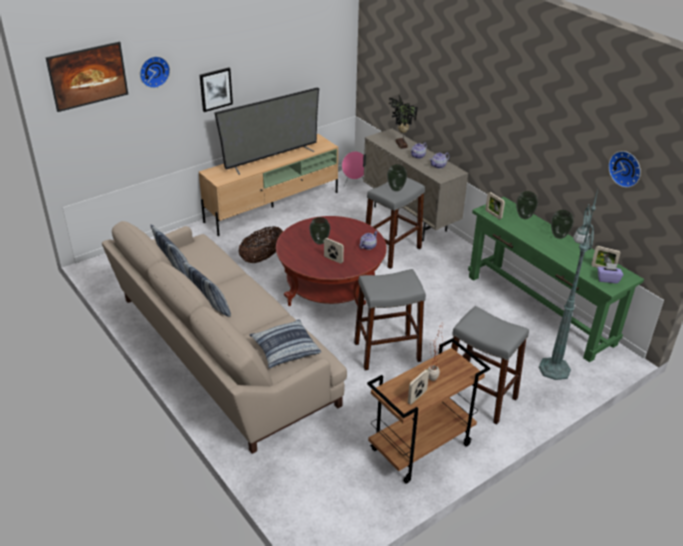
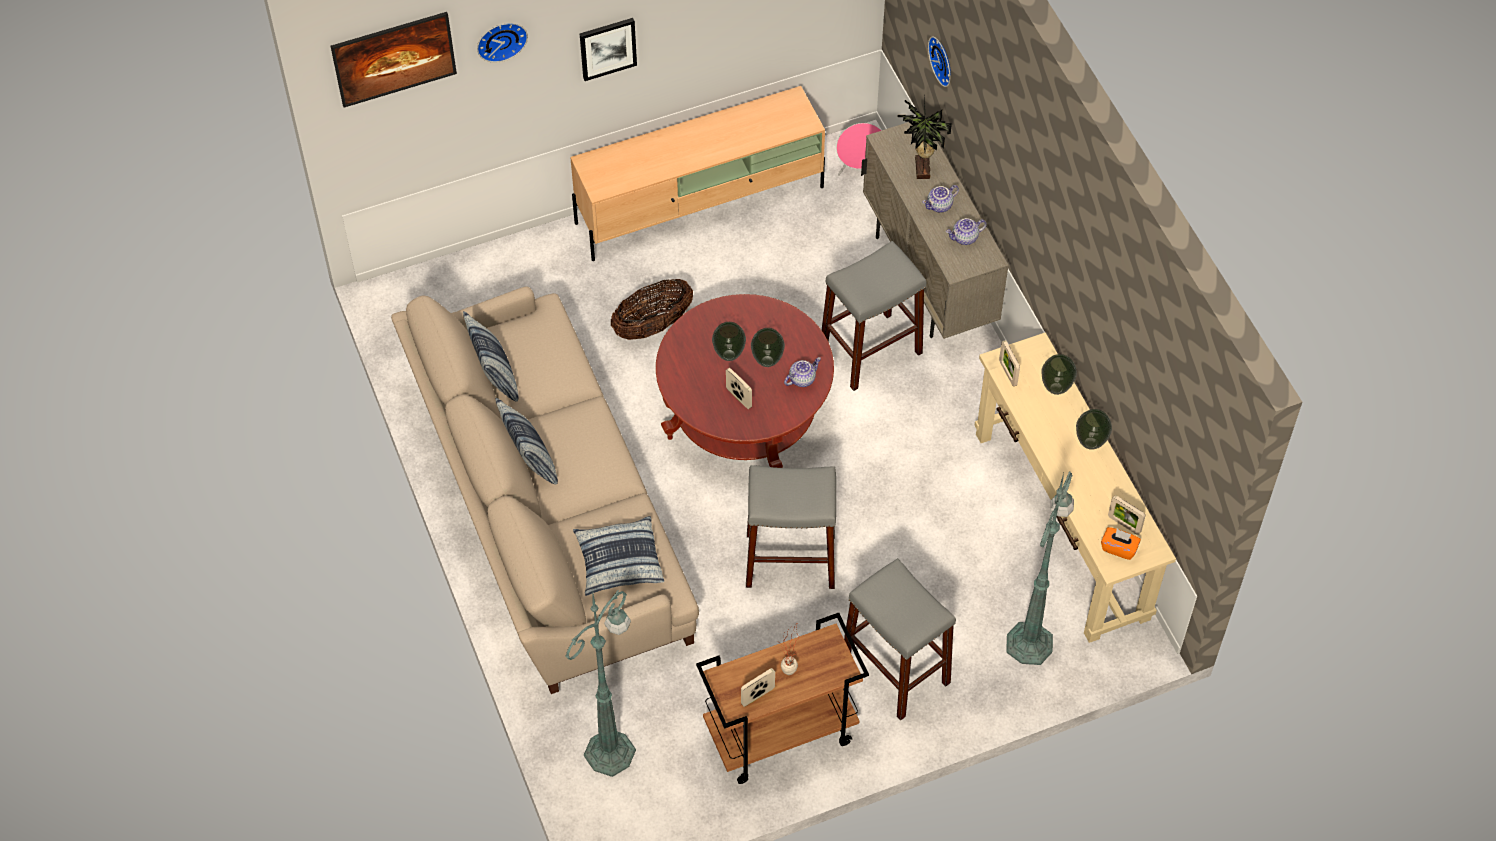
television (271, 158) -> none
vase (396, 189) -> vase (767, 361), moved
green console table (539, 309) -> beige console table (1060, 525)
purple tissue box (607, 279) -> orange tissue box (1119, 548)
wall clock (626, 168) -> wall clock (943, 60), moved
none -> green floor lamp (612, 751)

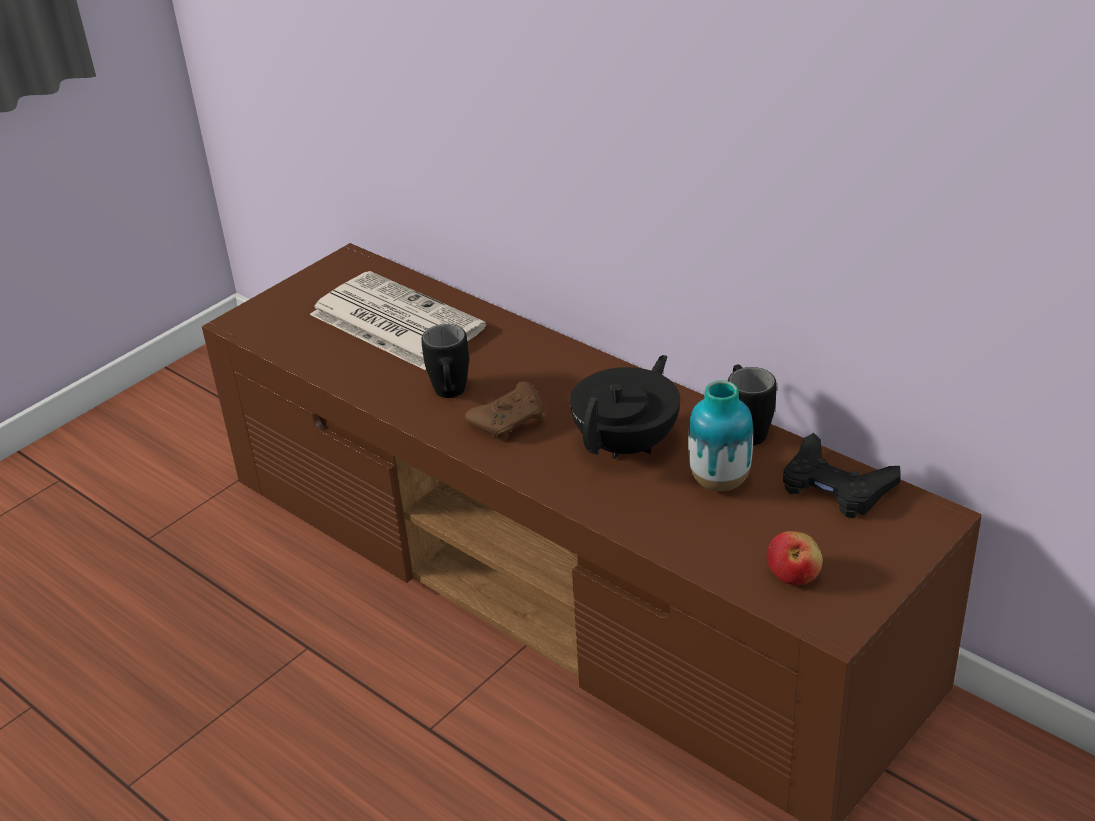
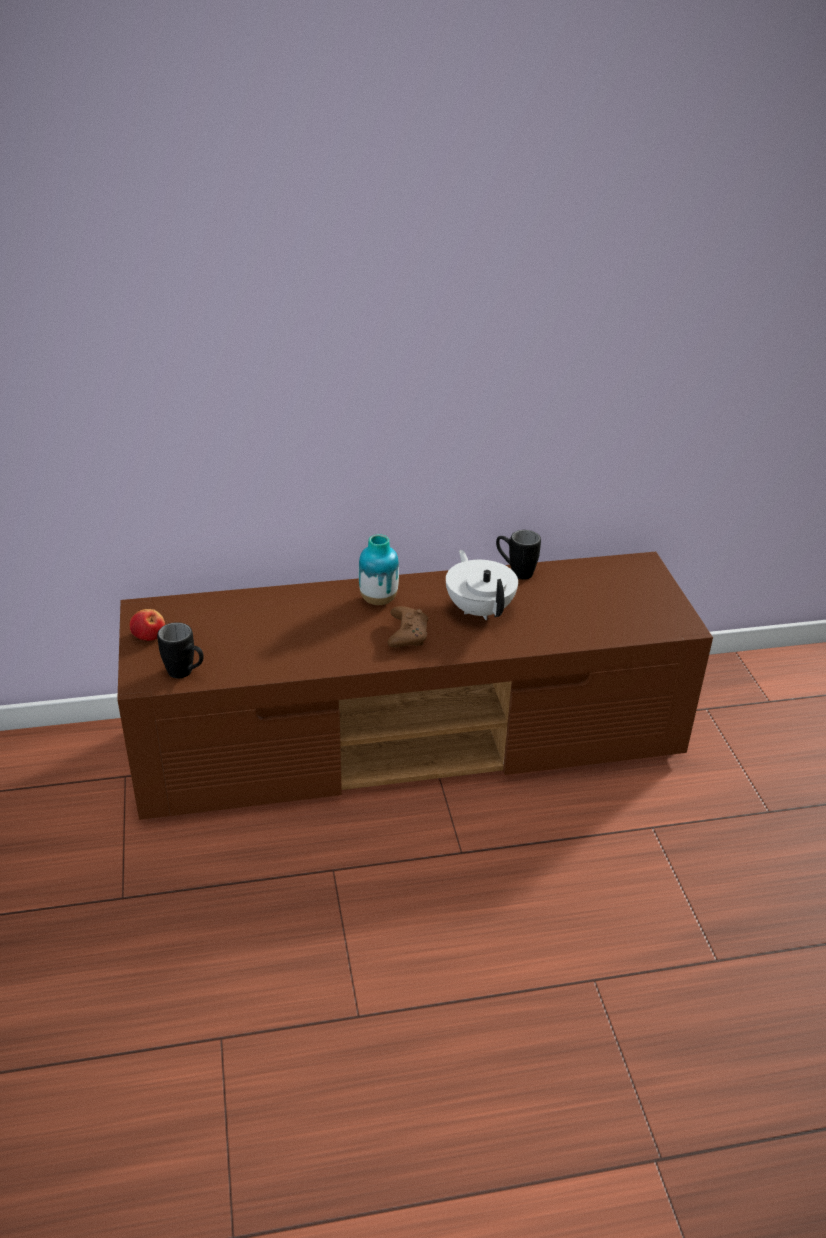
newspaper (394, 321) -> none
black mug (450, 395) -> black mug (186, 674), moved
black teapot (628, 443) -> white teapot (480, 609)
vase (719, 481) -> vase (378, 600), moved
apple (793, 573) -> apple (149, 635), moved
black game controller (835, 486) -> none

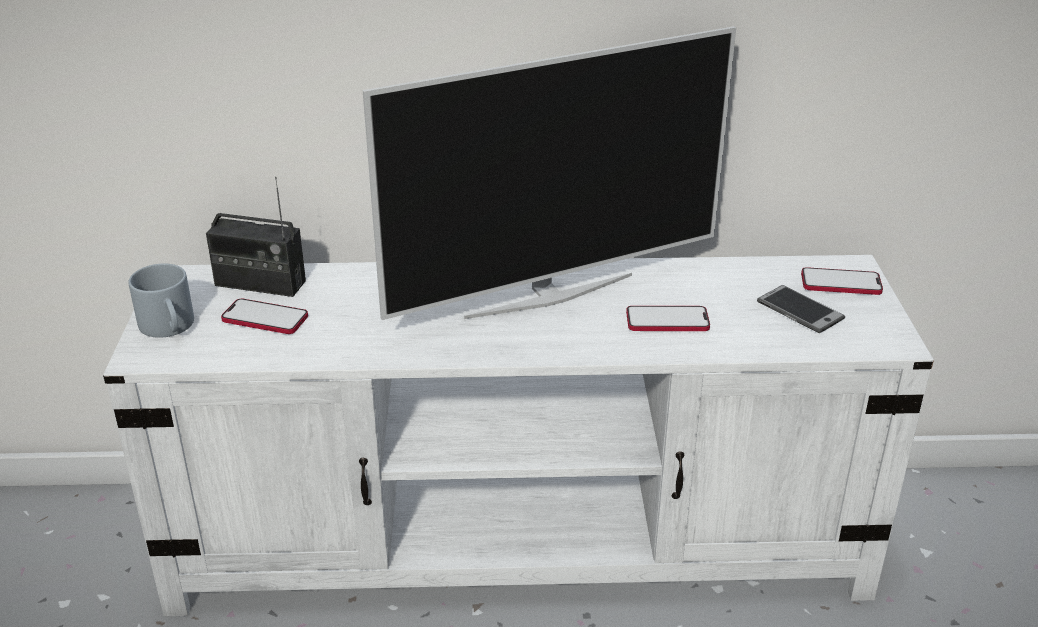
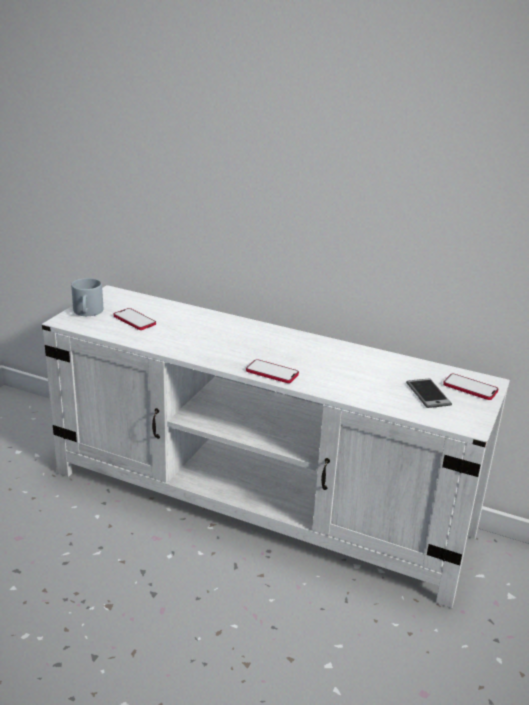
radio (260, 283) -> none
television (549, 295) -> none
phone (667, 321) -> phone (272, 373), moved

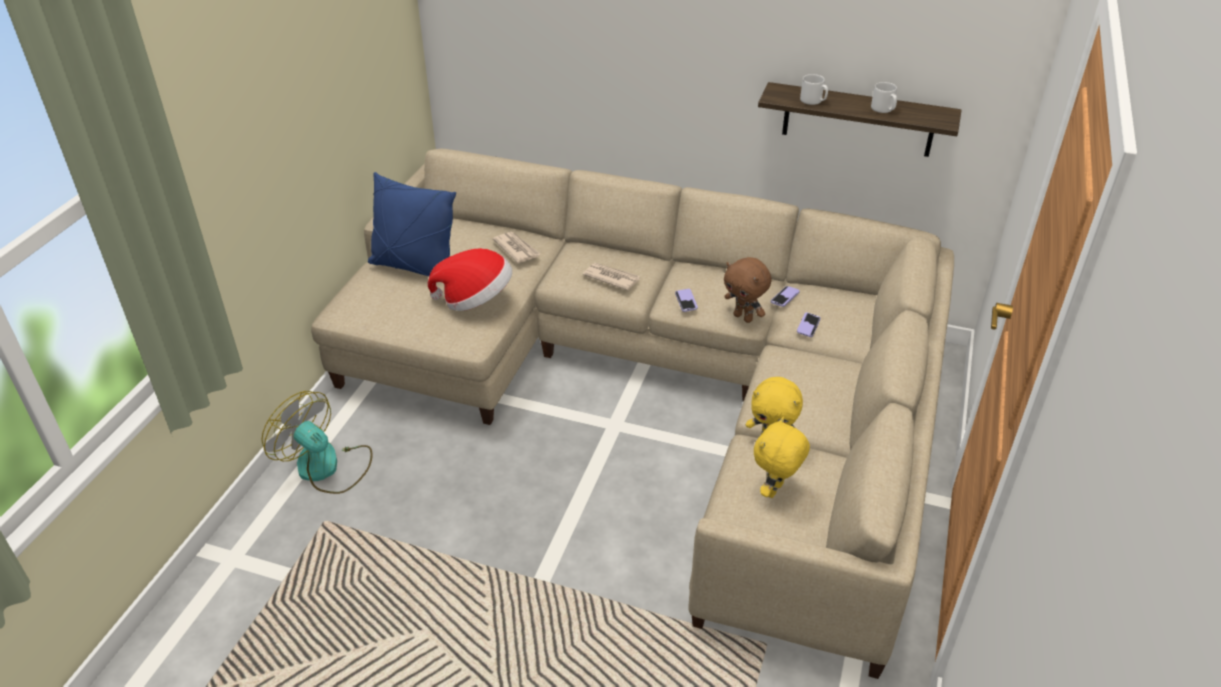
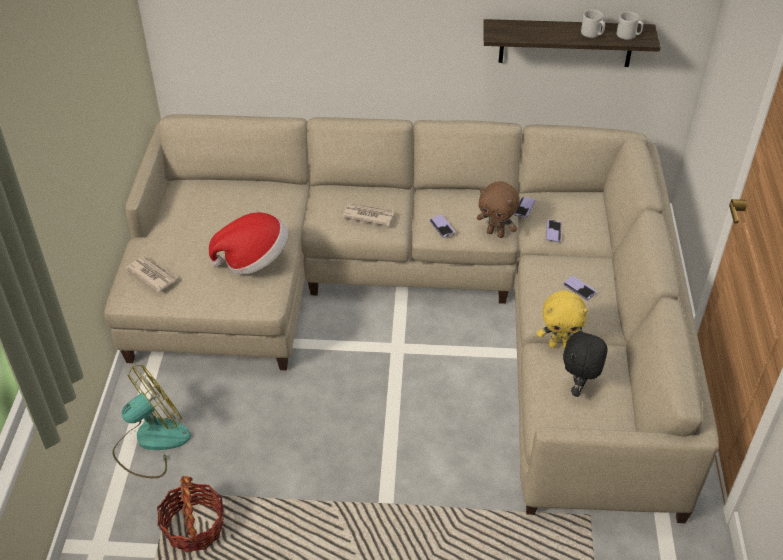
fan (326, 467) -> fan (151, 442), 120 degrees clockwise
blue pillow (414, 267) -> none
newspaper (516, 249) -> newspaper (152, 275), moved
yellow plush toy (775, 491) -> black plush toy (579, 388)
grey mug (813, 101) -> grey mug (628, 35), moved
none -> basket (194, 527)
none -> phone (579, 289)

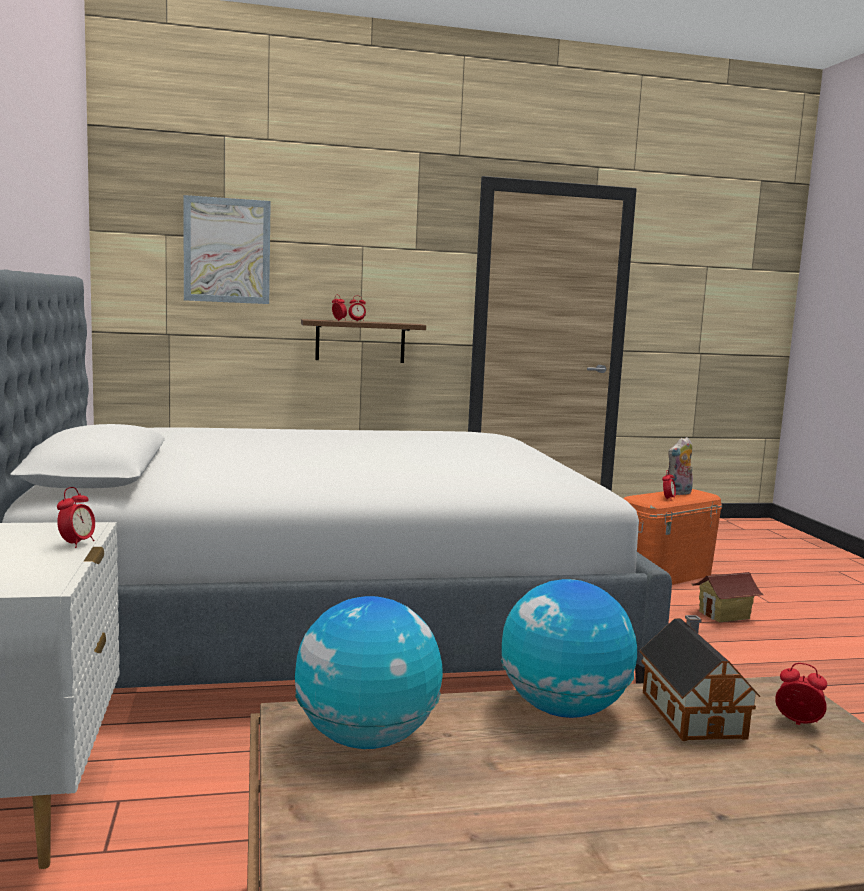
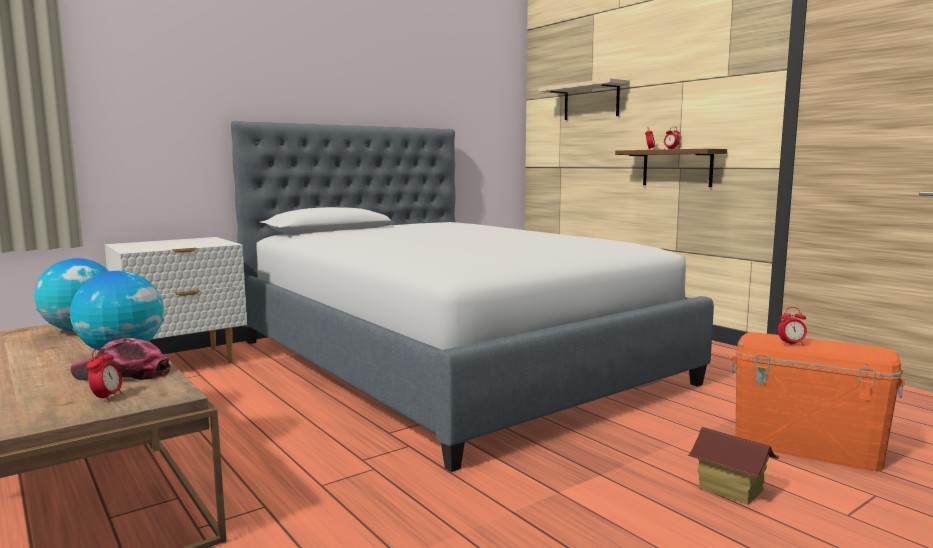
alarm clock (77, 544) -> none
picture (227, 250) -> beige shelf (591, 101)
toy house (691, 712) -> cap (123, 374)
plush toy (678, 493) -> none

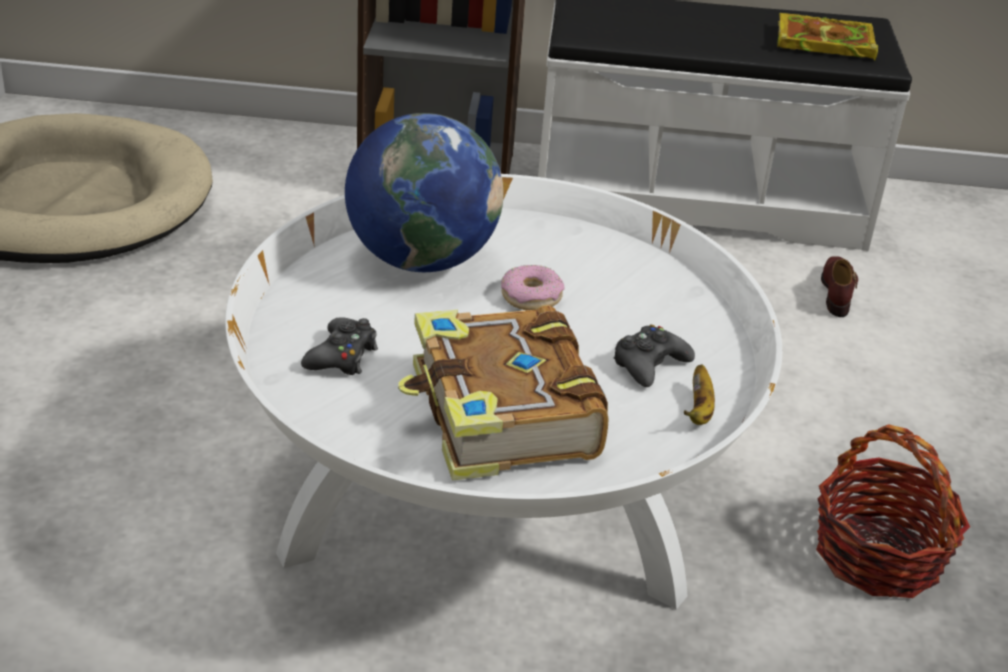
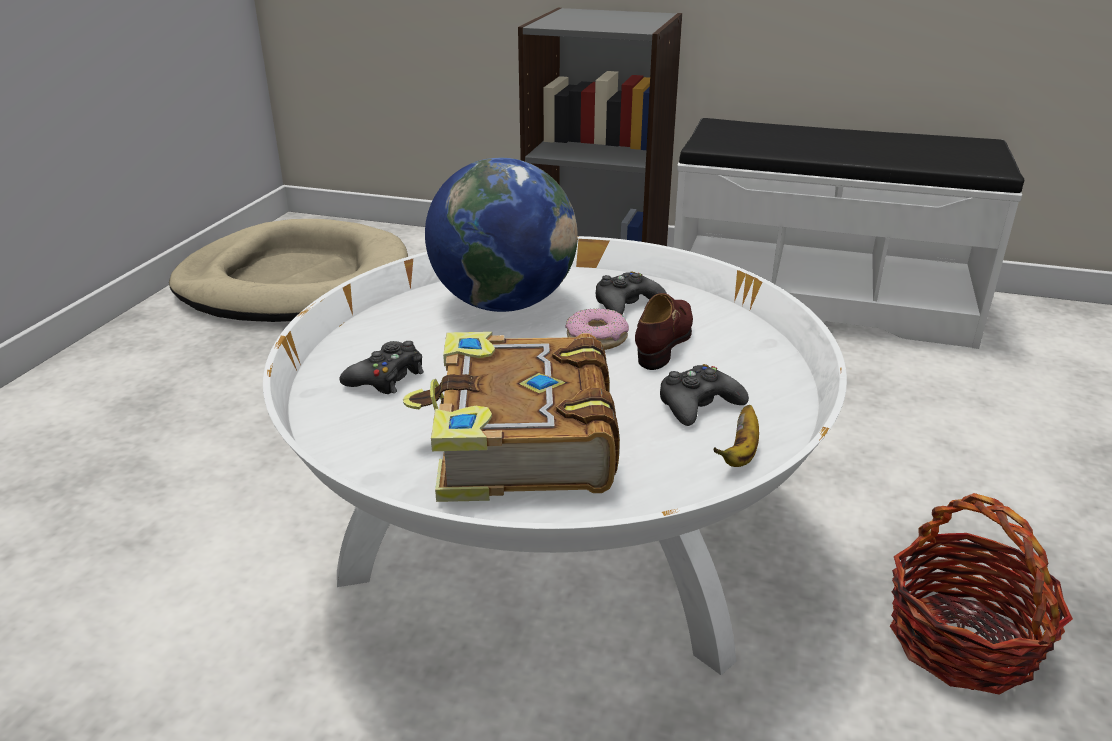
book (822, 42) -> none
brown shoe (837, 291) -> brown shoe (665, 341), moved
none -> black game controller (627, 304)

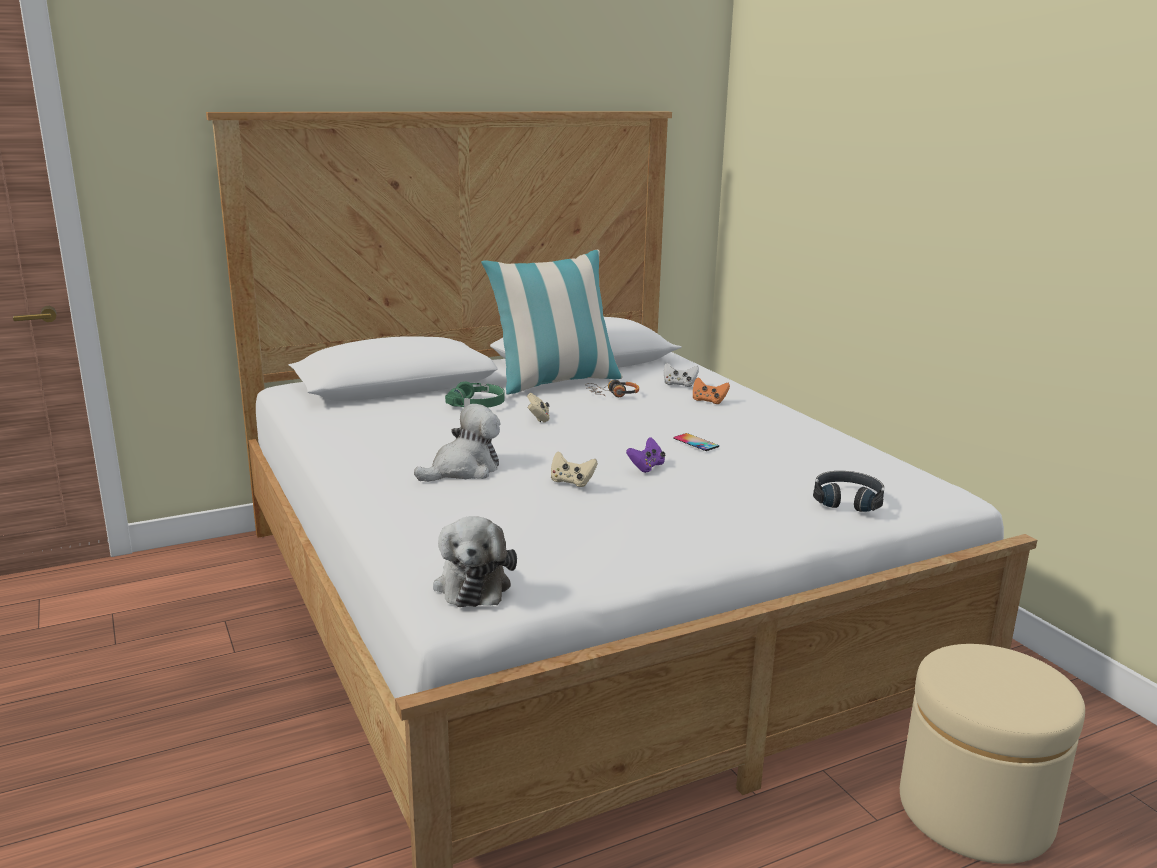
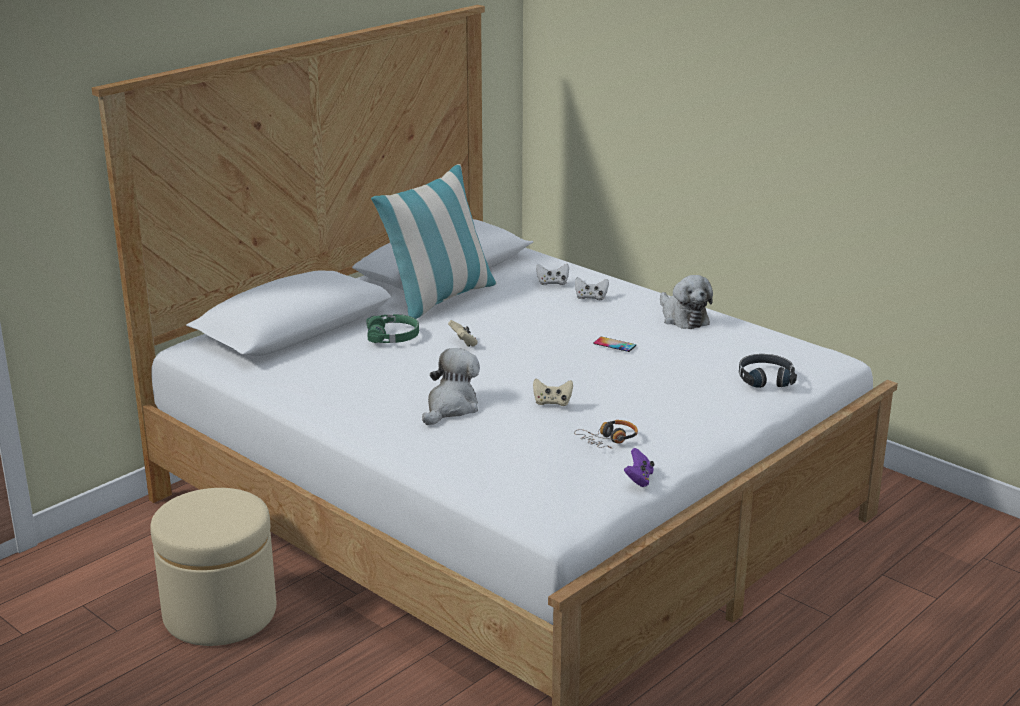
plush toy (473, 584) -> plush toy (683, 318), moved
headphones (613, 395) -> headphones (609, 440), moved
purple game controller (646, 467) -> purple game controller (639, 479), moved
orange game controller (708, 401) -> white game controller (591, 298)
beige ottoman (975, 811) -> beige ottoman (220, 613), moved

